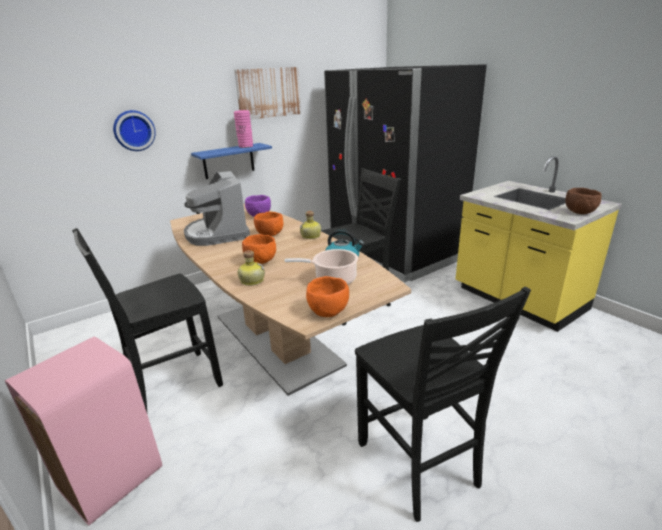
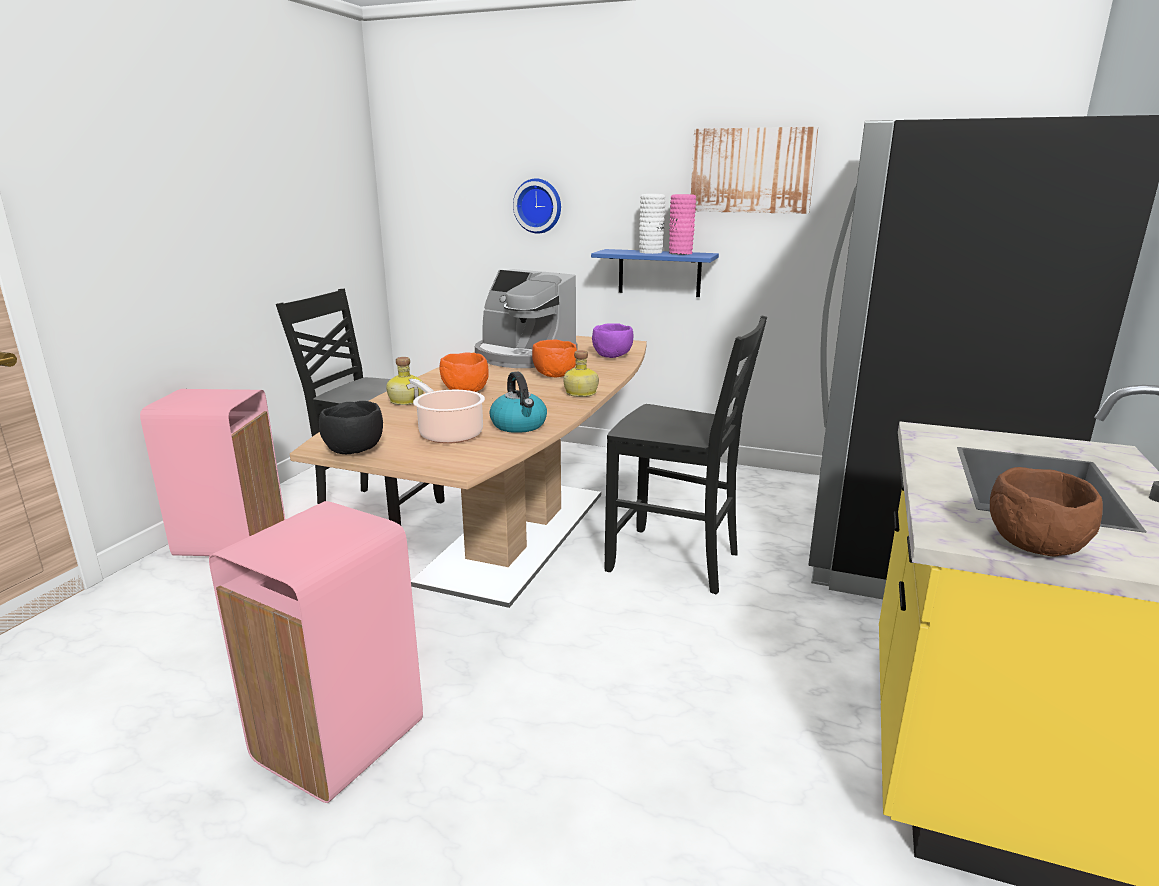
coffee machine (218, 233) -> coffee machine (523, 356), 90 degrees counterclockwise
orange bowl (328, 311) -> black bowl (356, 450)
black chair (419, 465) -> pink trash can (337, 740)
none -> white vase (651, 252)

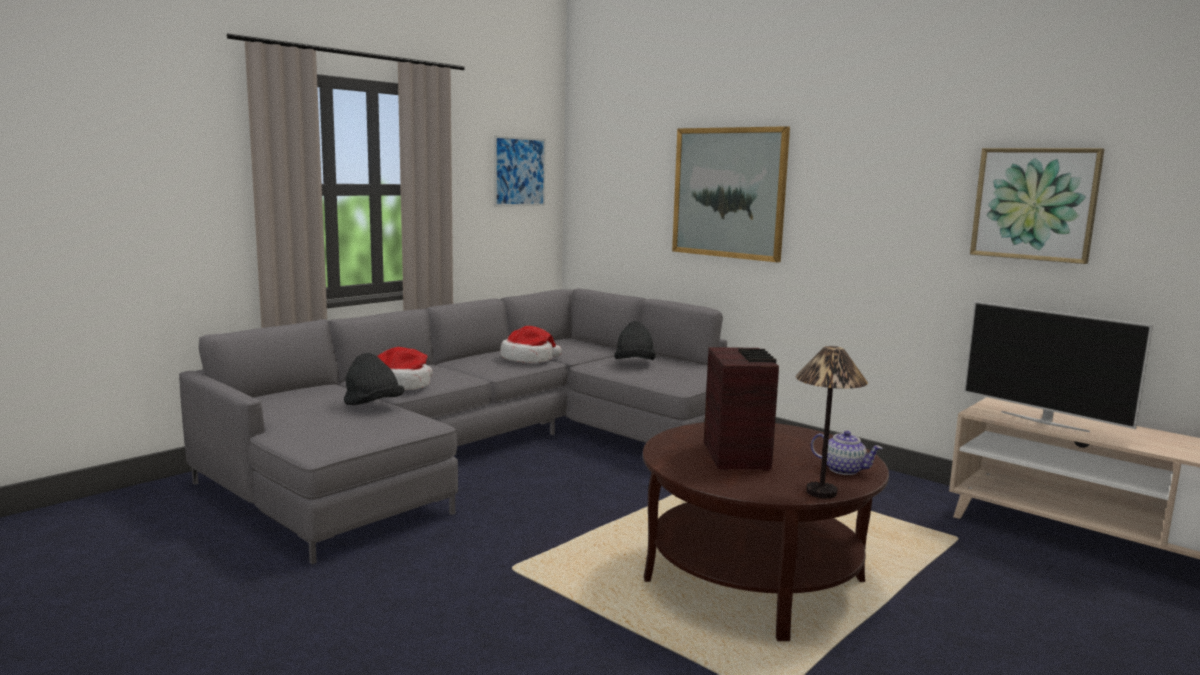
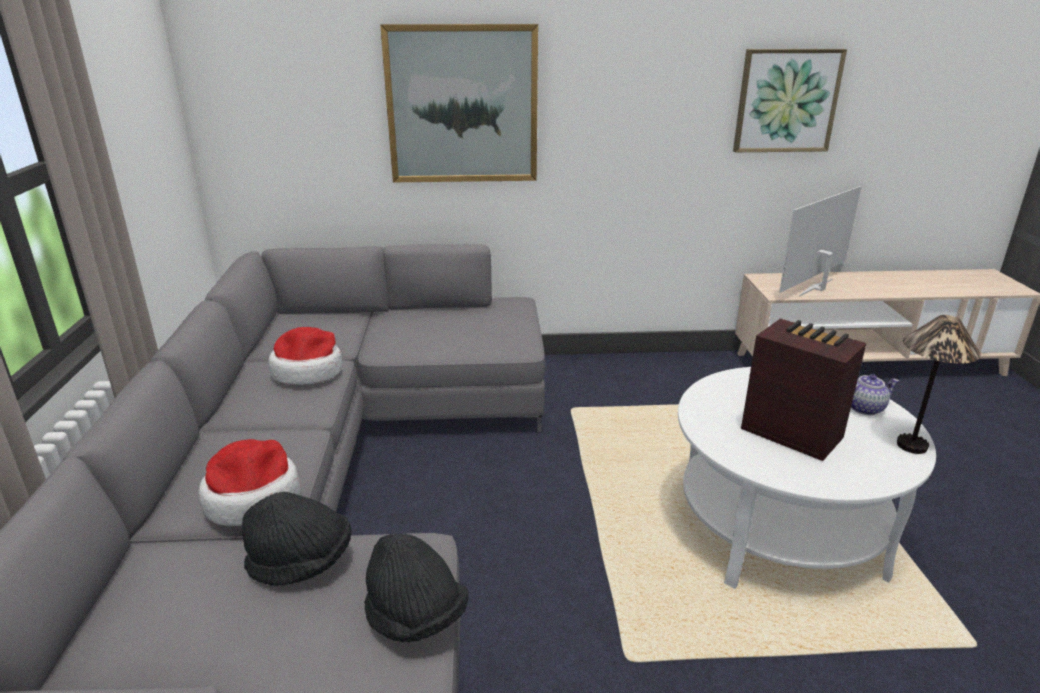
picture (519, 171) -> none
black hat (634, 363) -> black hat (415, 617), moved
brown coffee table (754, 580) -> white coffee table (778, 528)
television (1044, 421) -> television (817, 288), 135 degrees clockwise

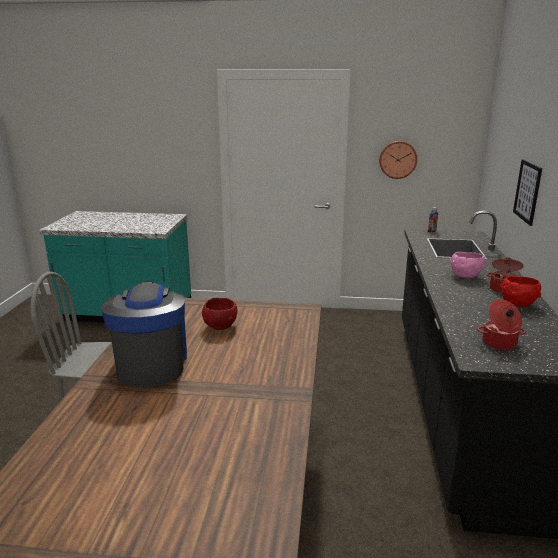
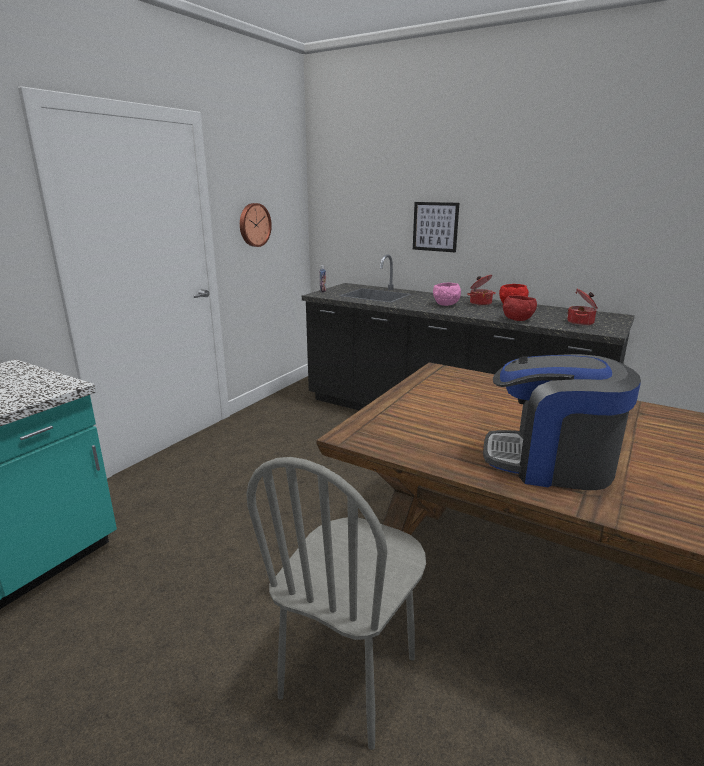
red bowl (220, 327) -> red bowl (518, 320), moved

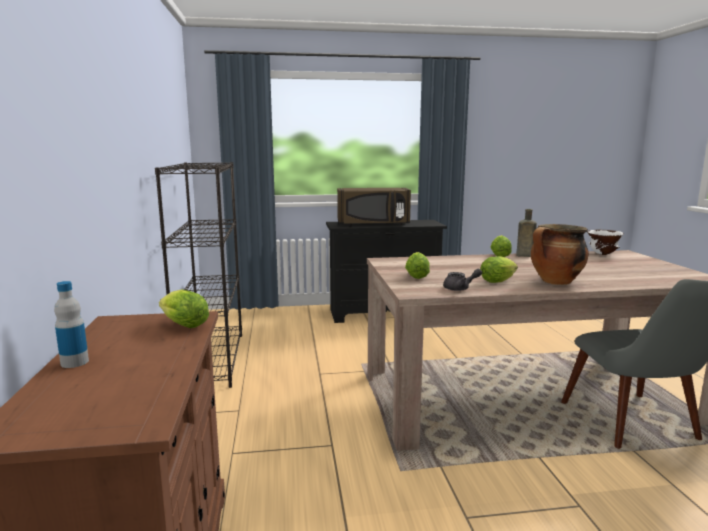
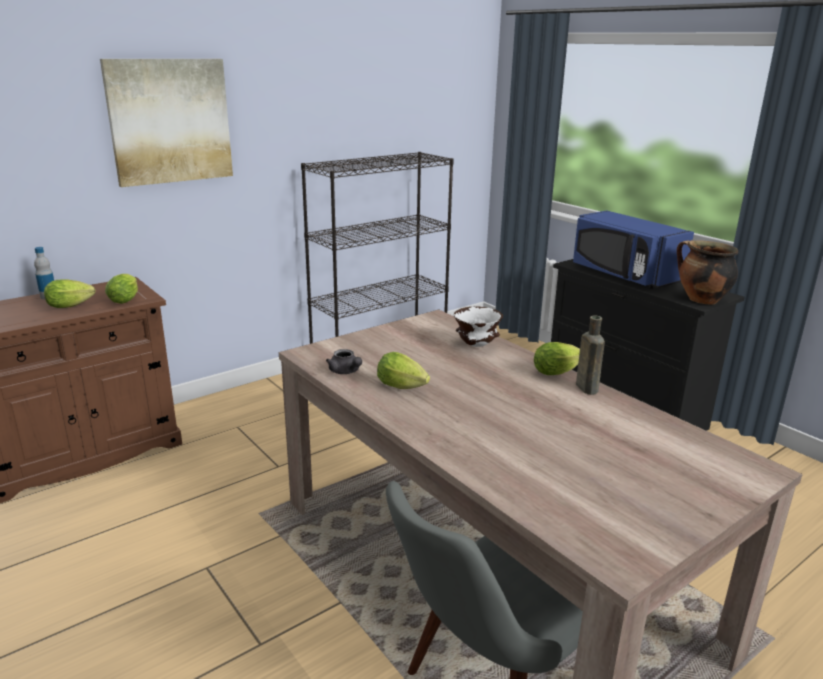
brown microwave (373, 224) -> blue microwave (623, 275)
lettuce (416, 276) -> lettuce (72, 306), moved
cooking pot (555, 282) -> cooking pot (700, 300), moved
white bowl (602, 254) -> white bowl (475, 345), moved
none -> picture (170, 121)

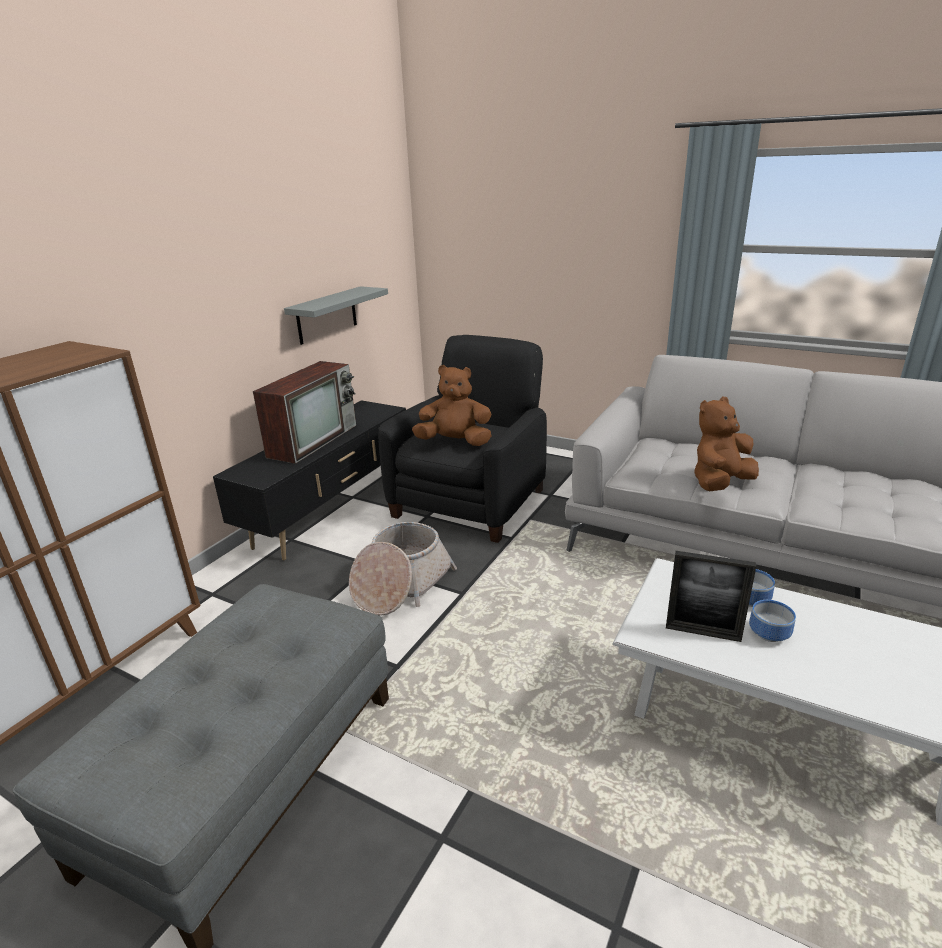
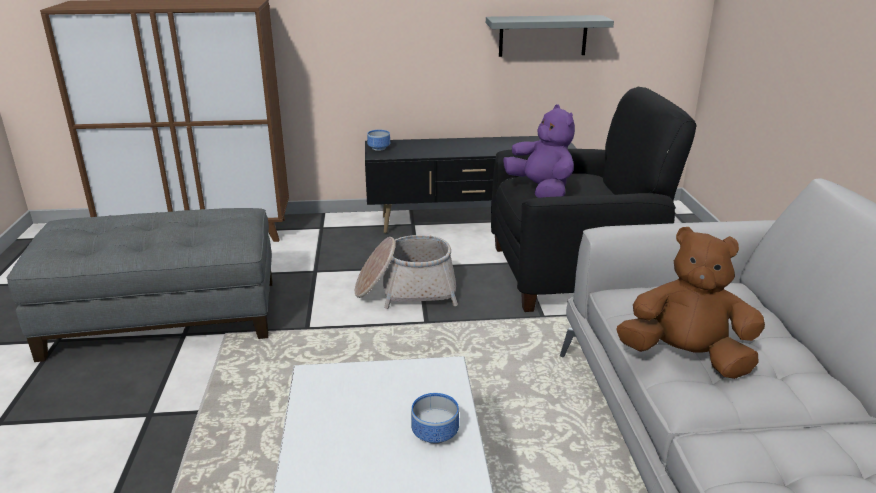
television (314, 439) -> none
brown plush toy (455, 442) -> purple plush toy (541, 191)
picture frame (702, 632) -> none
bowl (770, 635) -> bowl (378, 148), moved

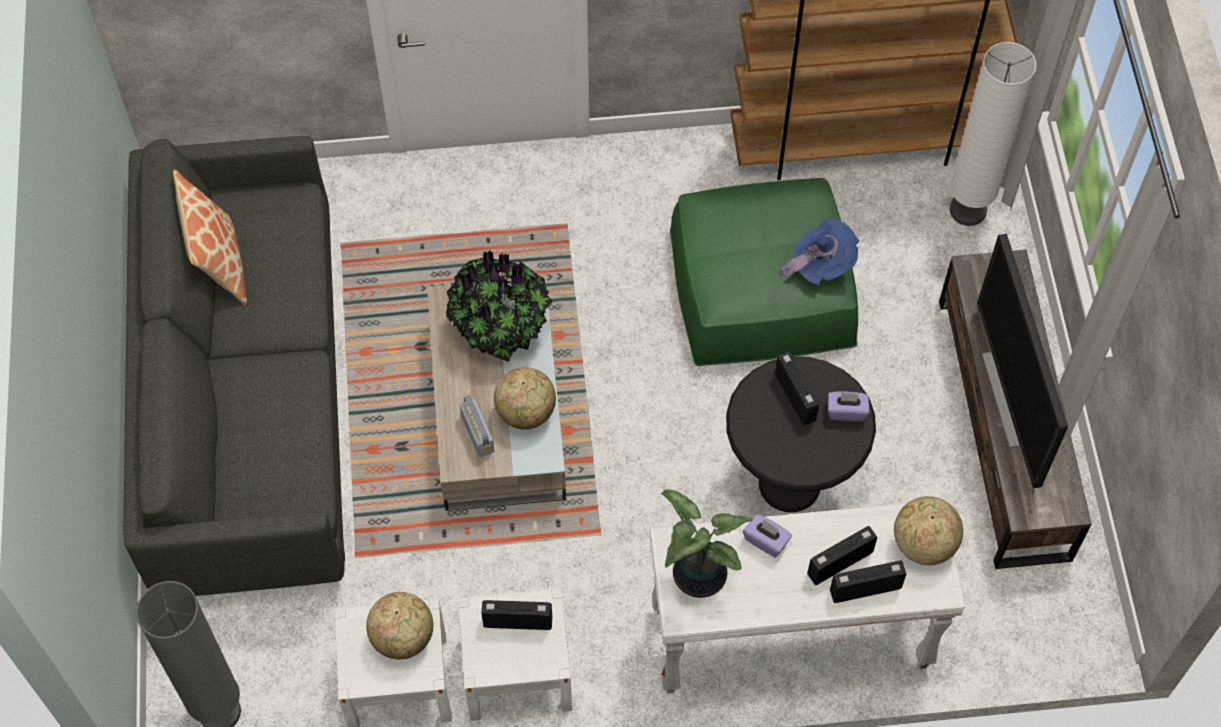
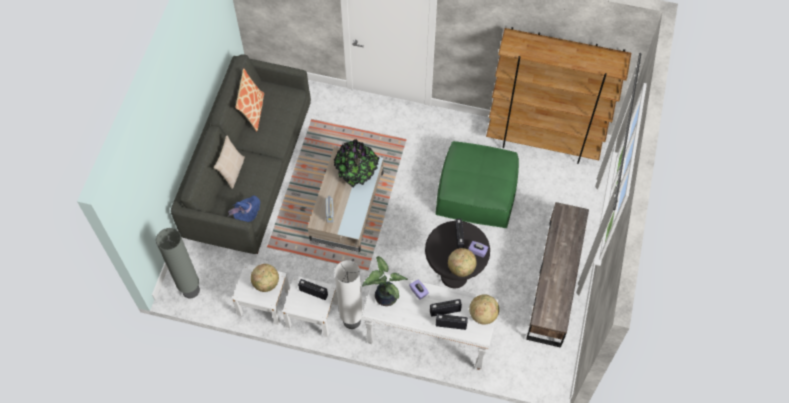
globe (526, 412) -> globe (461, 268), moved
blue hat (821, 264) -> blue hat (247, 214), moved
white floor lamp (968, 210) -> white floor lamp (352, 320), moved
television (1011, 398) -> none
none -> beige pillow (232, 171)

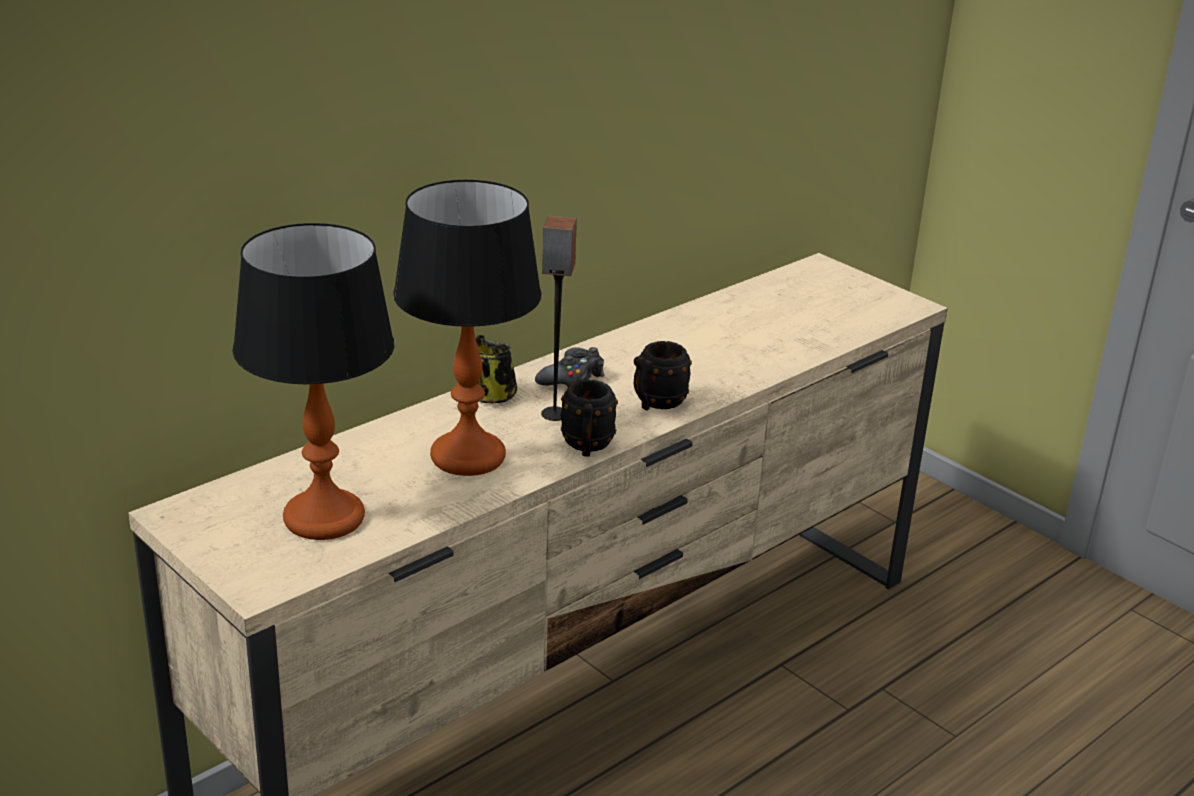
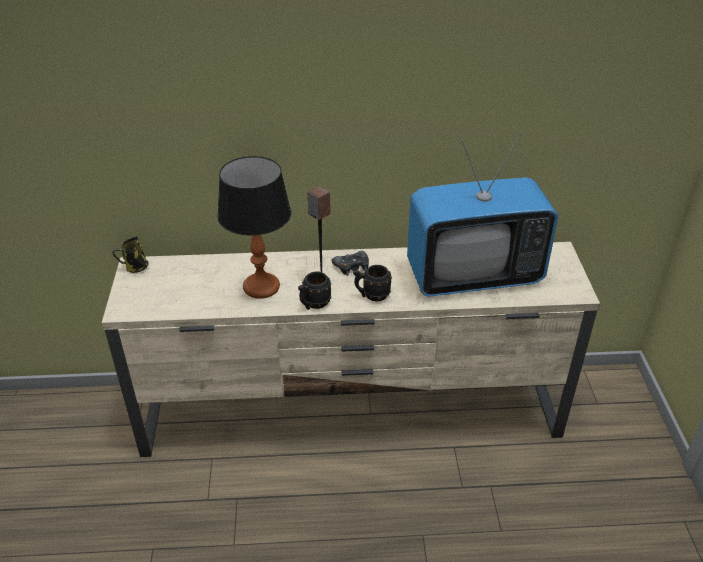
table lamp (323, 517) -> none
mug (491, 397) -> mug (135, 268), moved
none -> television (473, 276)

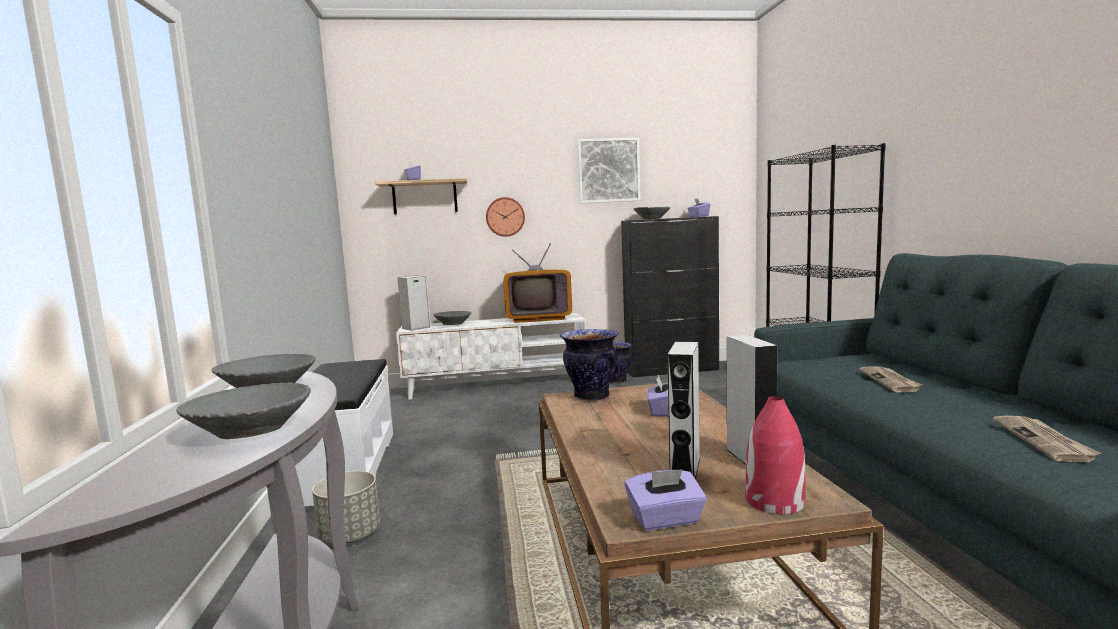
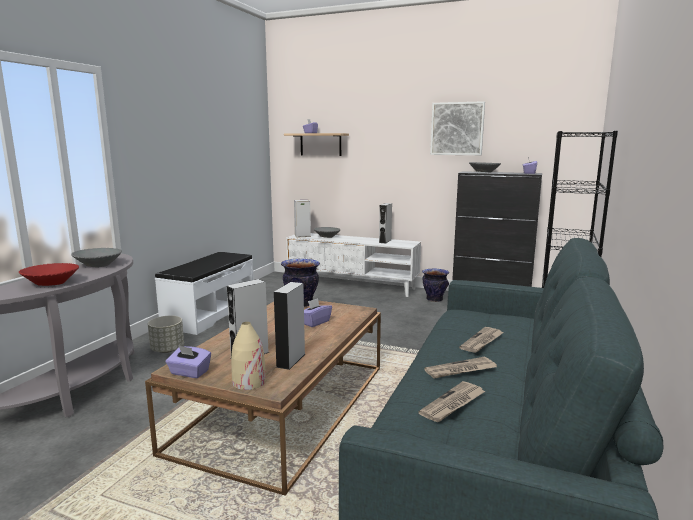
grey bowl (250, 431) -> red bowl (51, 283)
wall clock (505, 217) -> none
television (538, 318) -> grey speaker (385, 241)
red vase (774, 501) -> beige vase (248, 382)
none -> newspaper (460, 370)

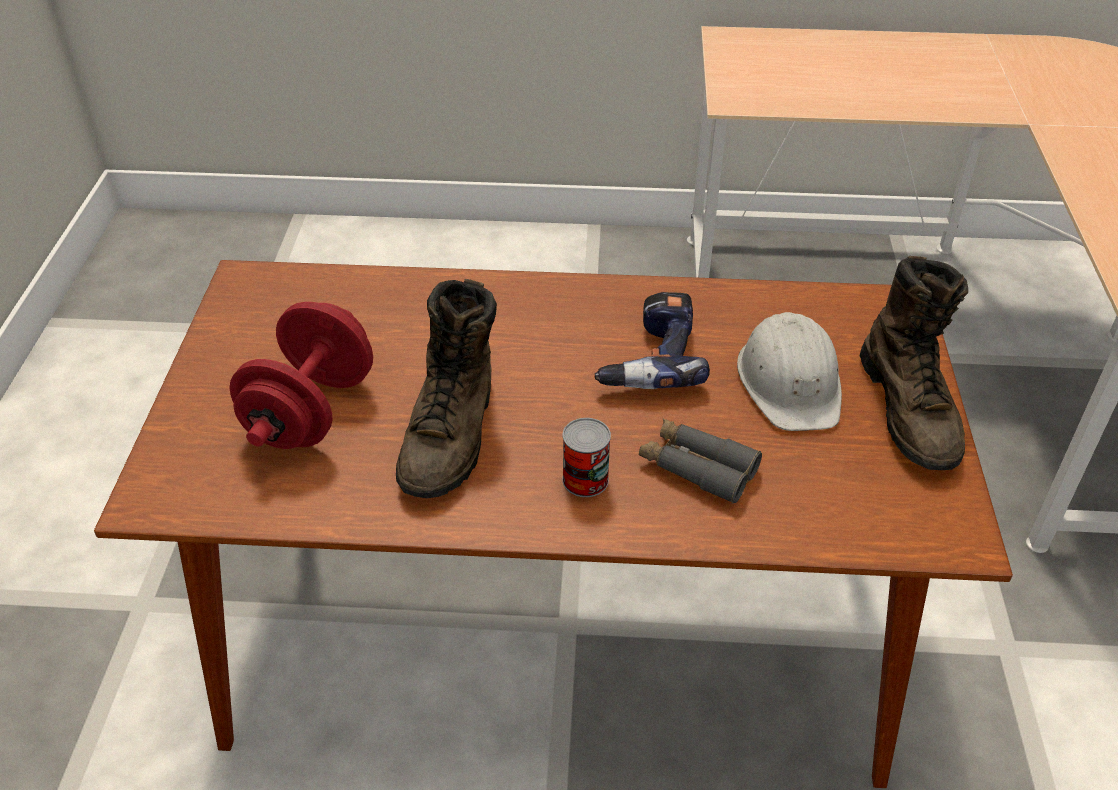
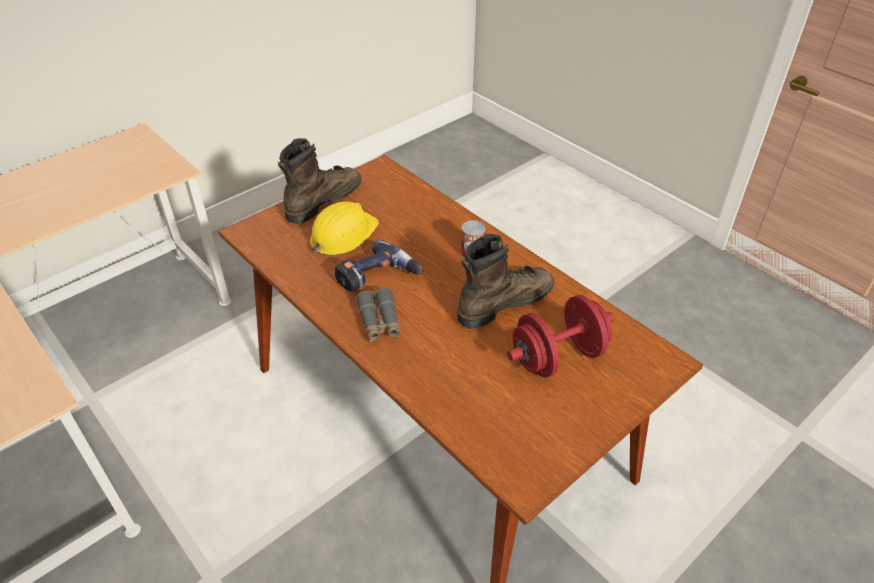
grey binoculars (697, 467) -> grey binoculars (379, 322), moved
white hard hat (790, 382) -> yellow hard hat (343, 234)

